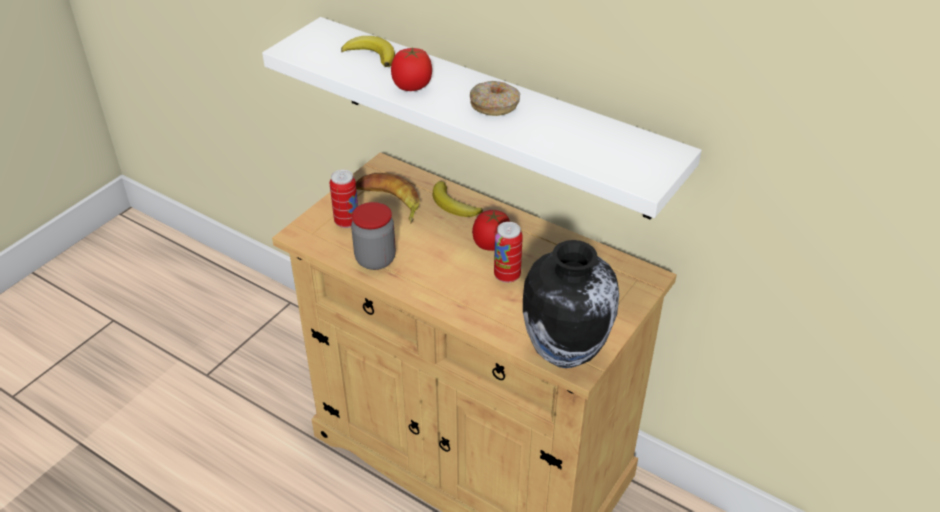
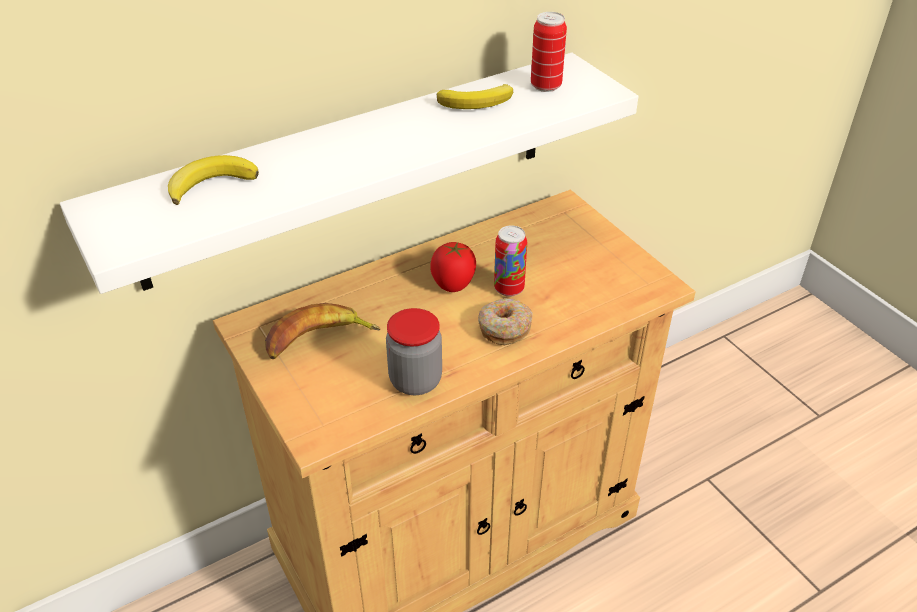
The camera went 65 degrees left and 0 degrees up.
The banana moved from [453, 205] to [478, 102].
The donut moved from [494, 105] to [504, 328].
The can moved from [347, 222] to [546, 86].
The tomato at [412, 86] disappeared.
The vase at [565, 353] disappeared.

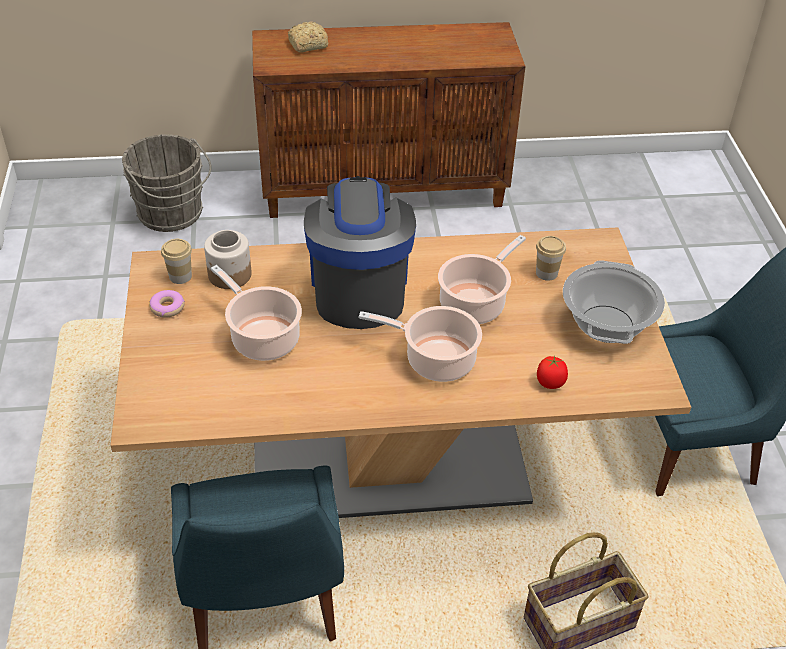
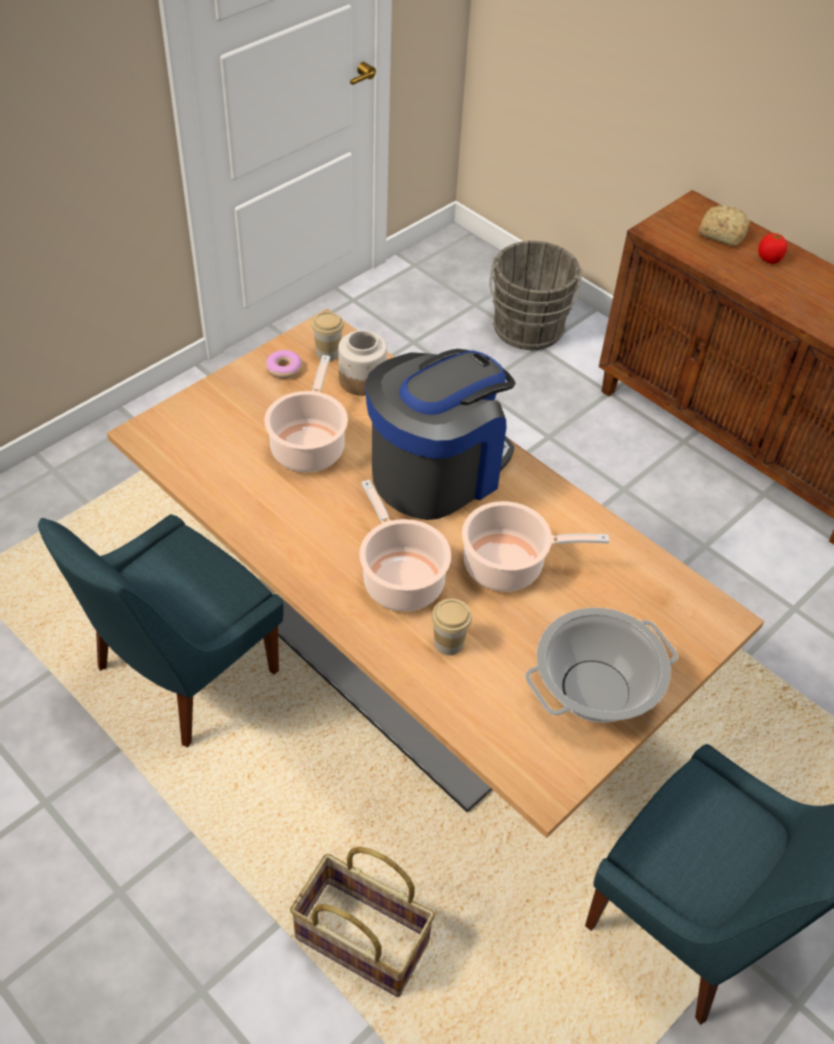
The camera went 50 degrees right and 5 degrees up.
The small cup moved from [546, 273] to [448, 643].
The tomato moved from [550, 383] to [769, 259].

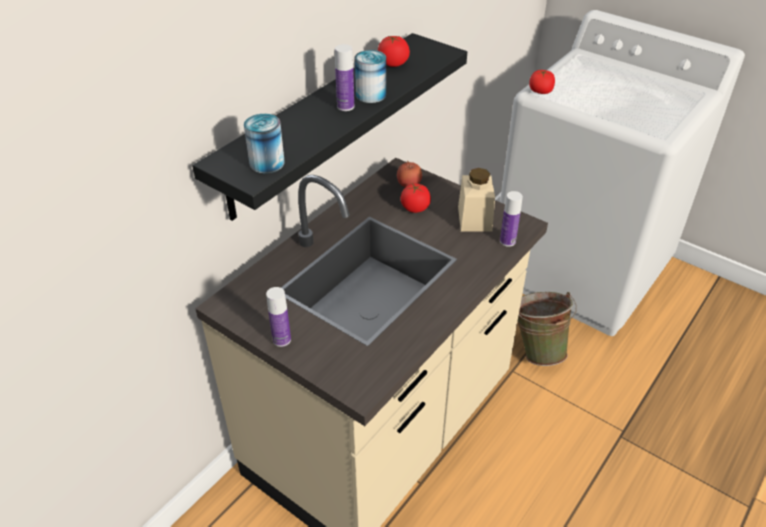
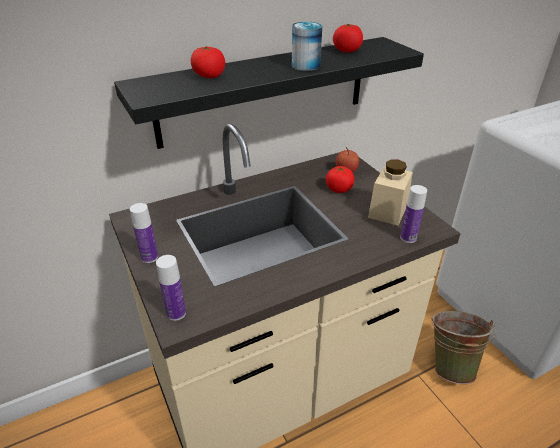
The camera went 25 degrees right and 5 degrees down.
The bottle moved from [345, 106] to [176, 313].
The tomato moved from [540, 91] to [209, 76].
The can at [267, 163] disappeared.

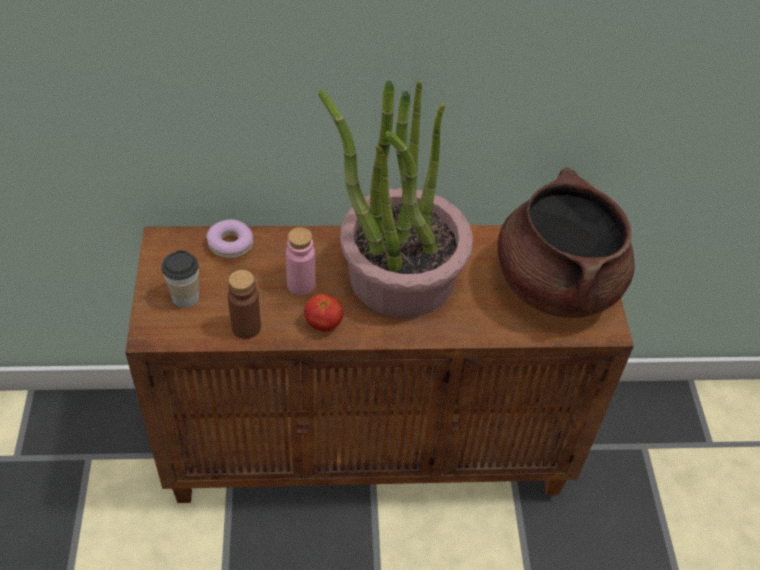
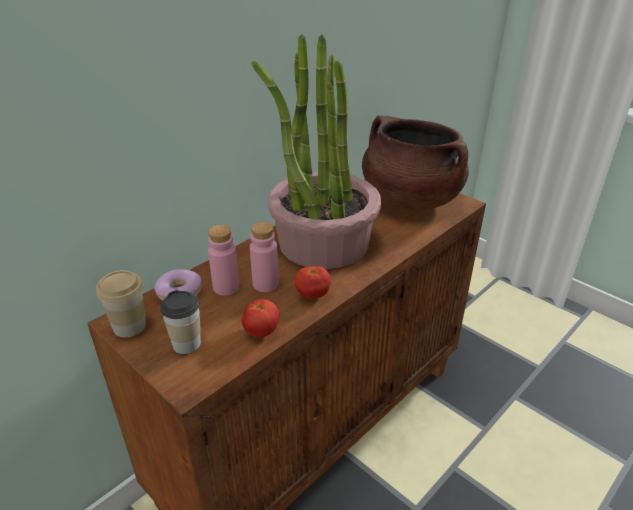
The camera went 40 degrees left and 15 degrees down.
The small cup at [129, 326] appeared.
The pink bottle at [226, 287] appeared.
The brown bottle at [246, 327] was replaced by the tomato at [261, 331].

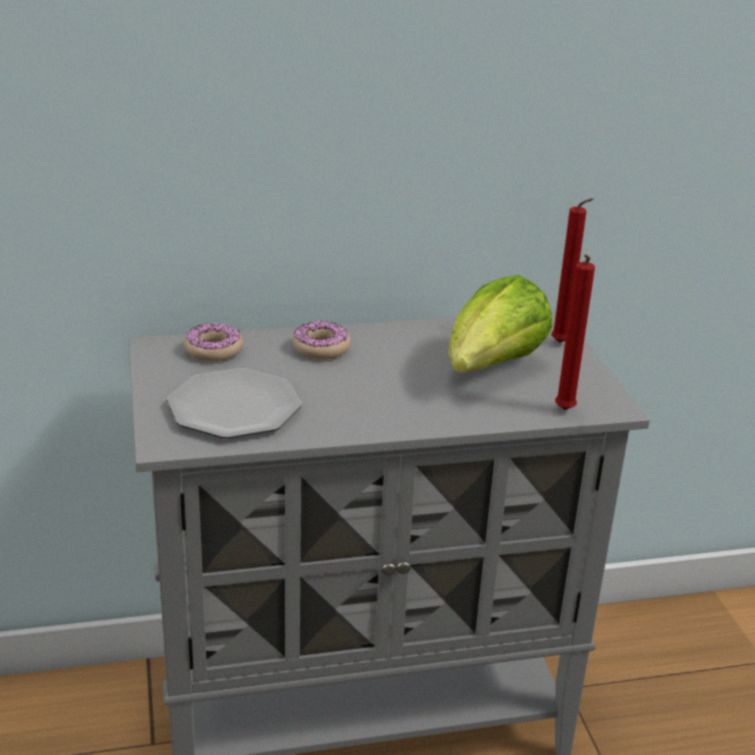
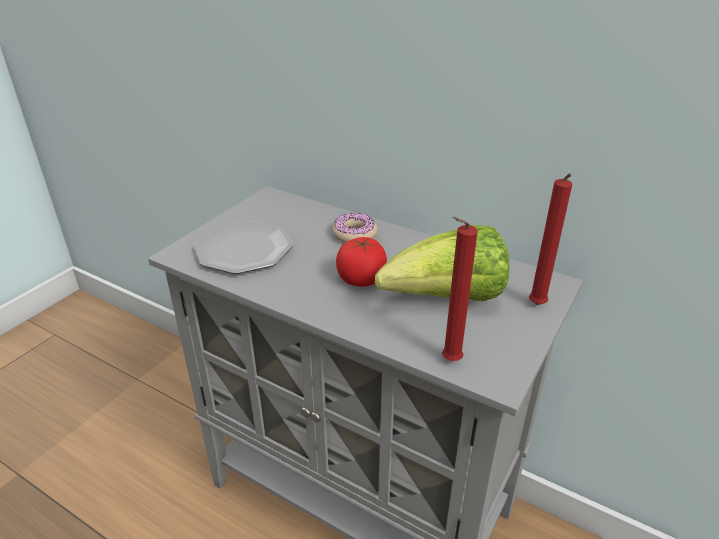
The camera went 45 degrees right and 5 degrees up.
The tomato at [361, 279] appeared.
The donut at [213, 350] disappeared.

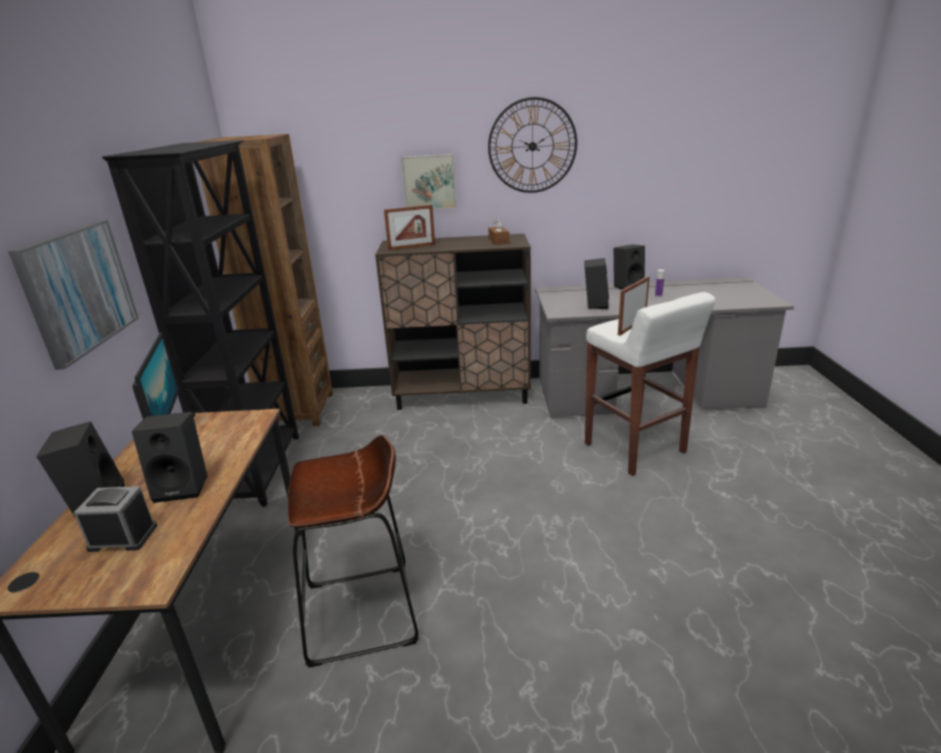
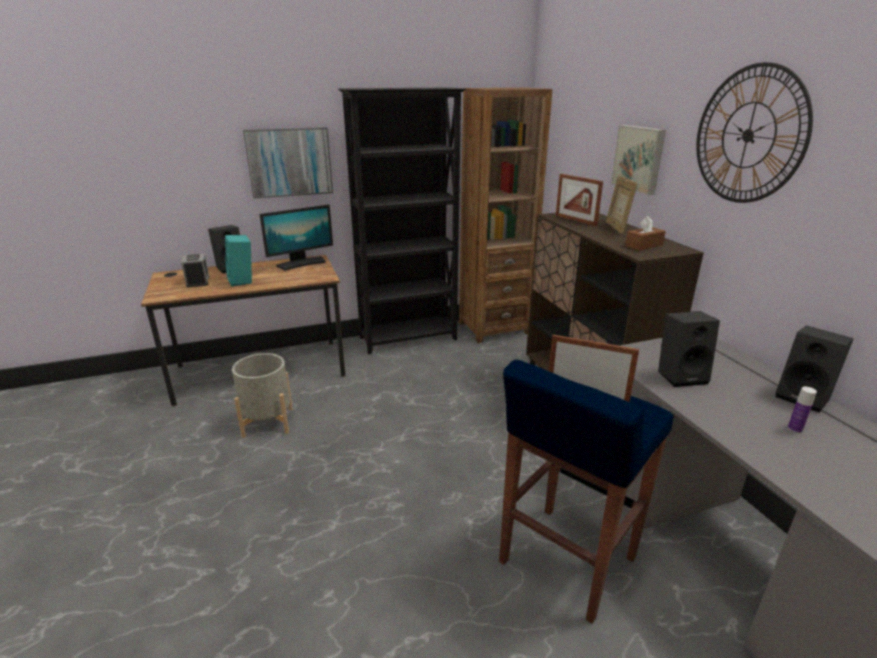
The camera went 70 degrees right and 0 degrees up.
The black-coloured audio speaker at [184, 486] became the turquoise audio speaker at [243, 281].
The brown stool at [361, 613] was replaced by the grey planter at [268, 422].
The whitish stool at [635, 449] became the blue-coloured stool at [565, 561].
The photo frame at [616, 228] appeared.

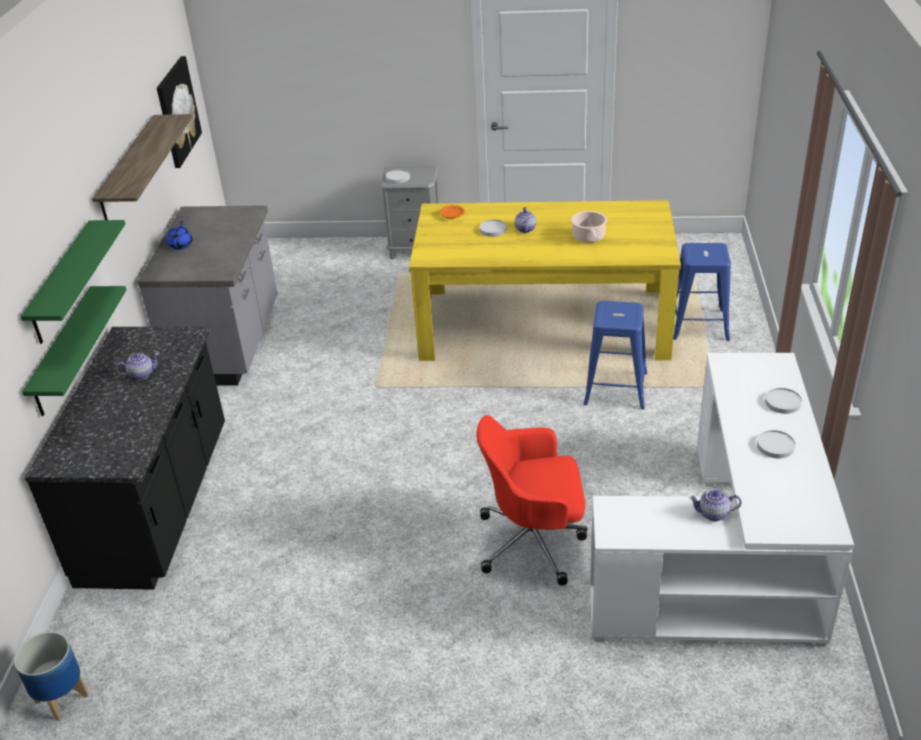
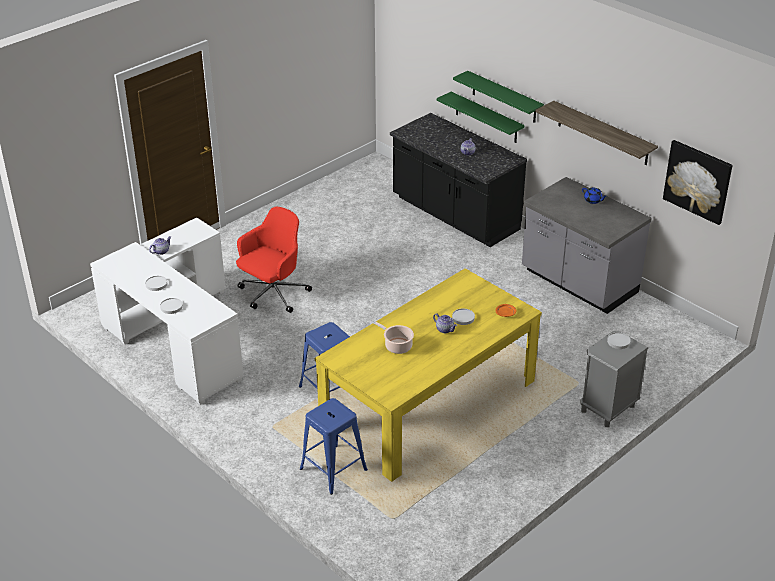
The camera went 130 degrees right and 0 degrees up.
The planter at [61, 699] disappeared.

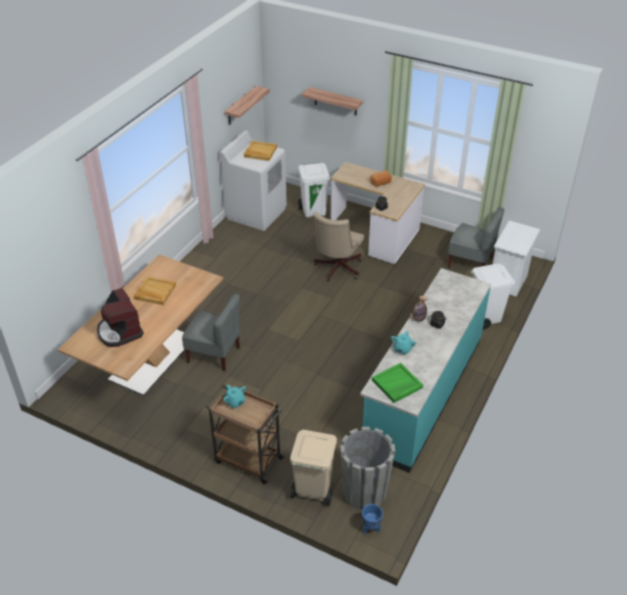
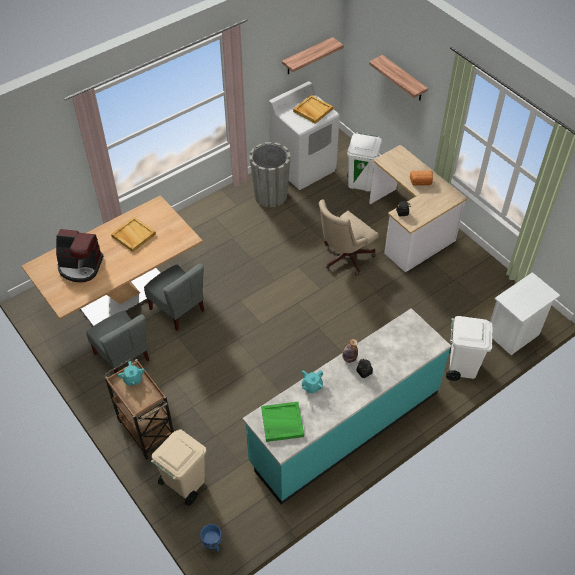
The camera went 25 degrees right and 10 degrees up.
The coffee maker at [119, 331] turned 75 degrees counterclockwise.
The grey upright chair moved from [470, 262] to [123, 357].
The grey planter moved from [364, 492] to [270, 195].

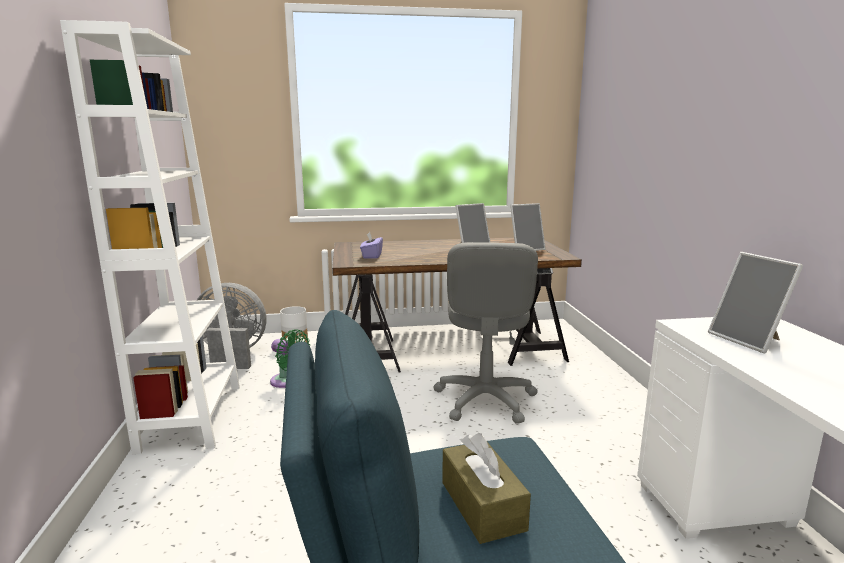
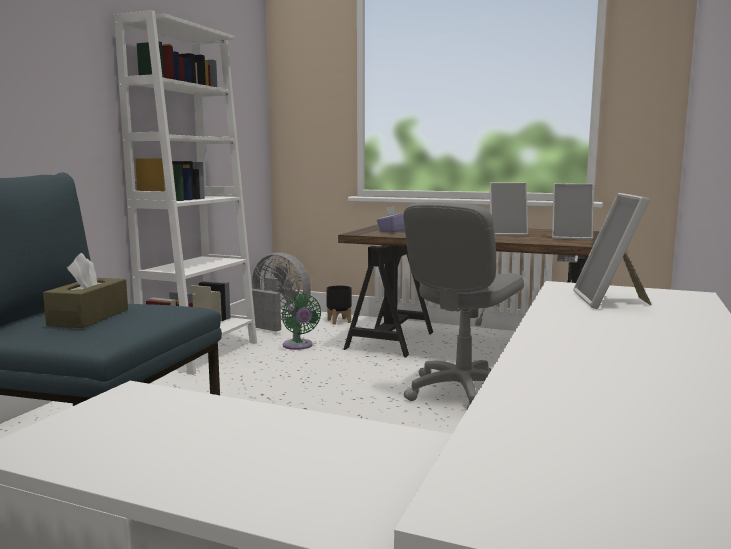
The camera went 30 degrees right and 5 degrees down.
The whitish planter at [295, 342] became the black-coloured planter at [339, 321].

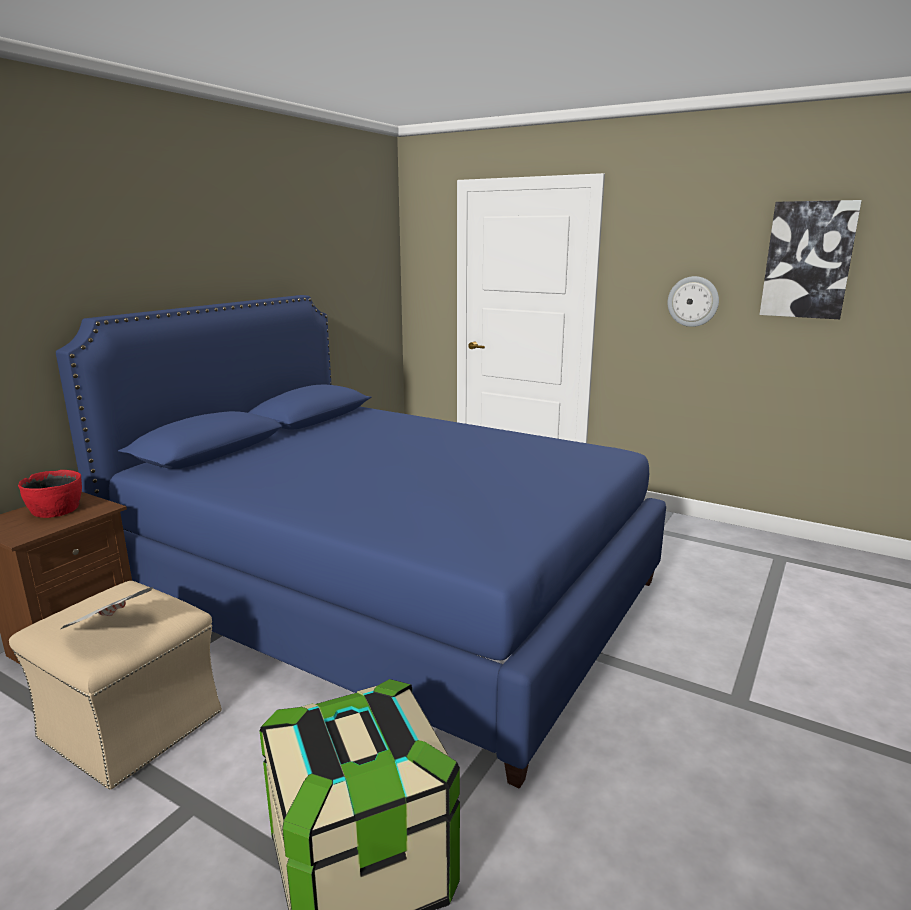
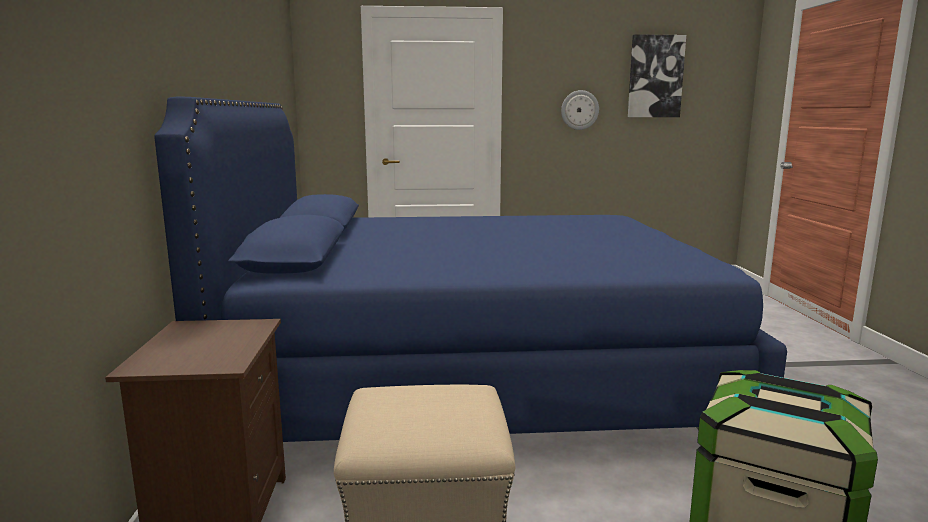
The camera went 35 degrees left and 5 degrees down.
The reddish serving bowl at [57, 510] disappeared.
The daily paper at [111, 629] disappeared.

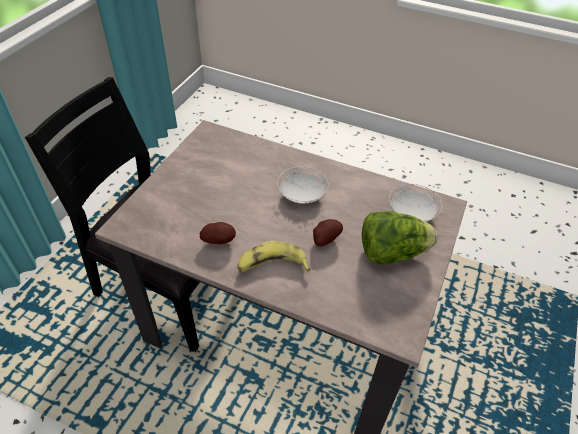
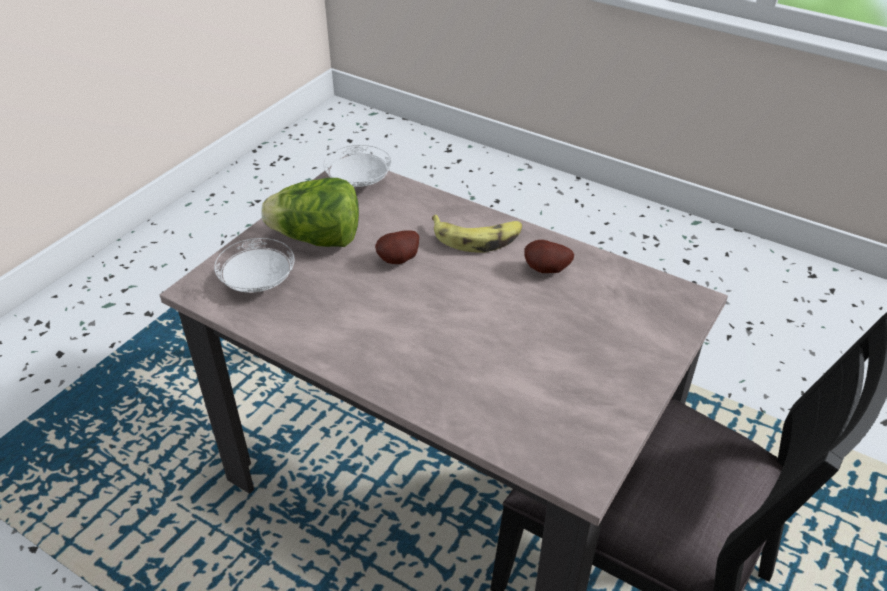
The camera went 170 degrees left and 5 degrees down.
The whitish dinner plate moved from [302, 195] to [359, 181].

